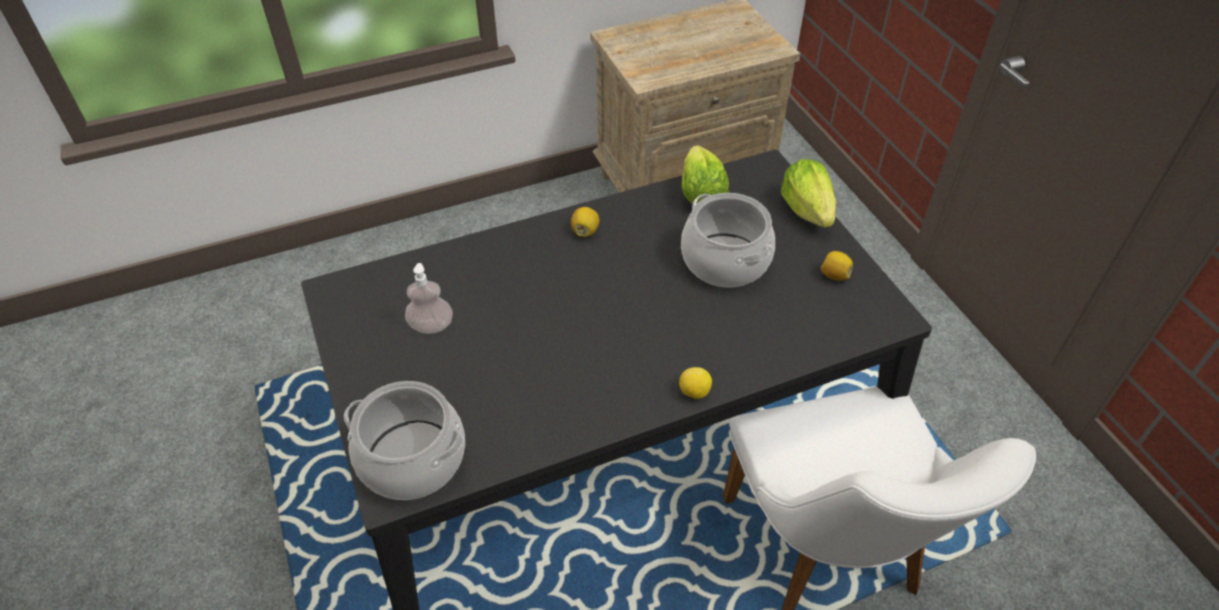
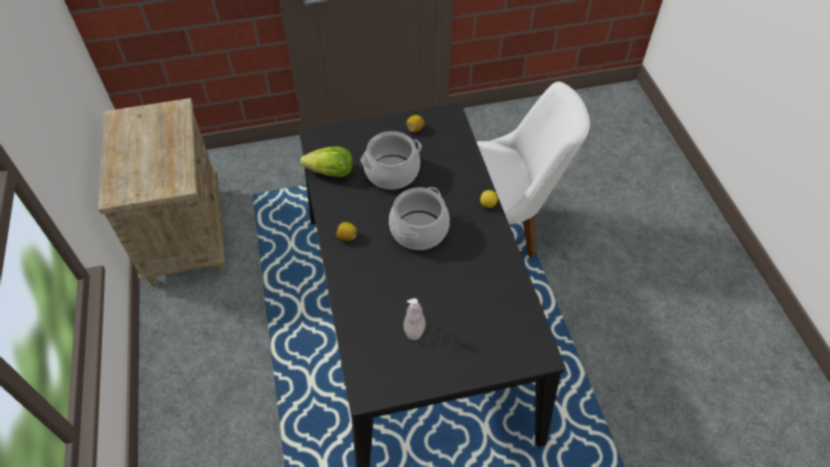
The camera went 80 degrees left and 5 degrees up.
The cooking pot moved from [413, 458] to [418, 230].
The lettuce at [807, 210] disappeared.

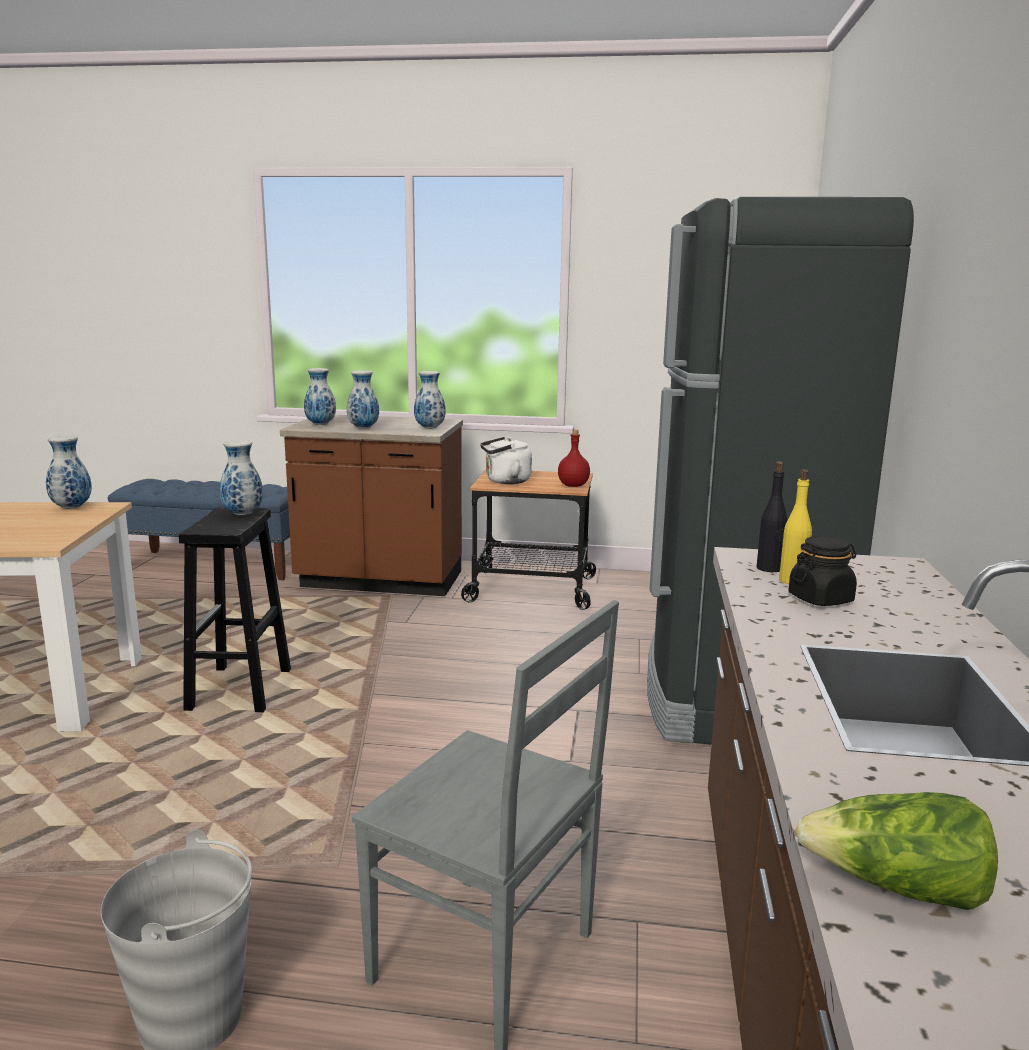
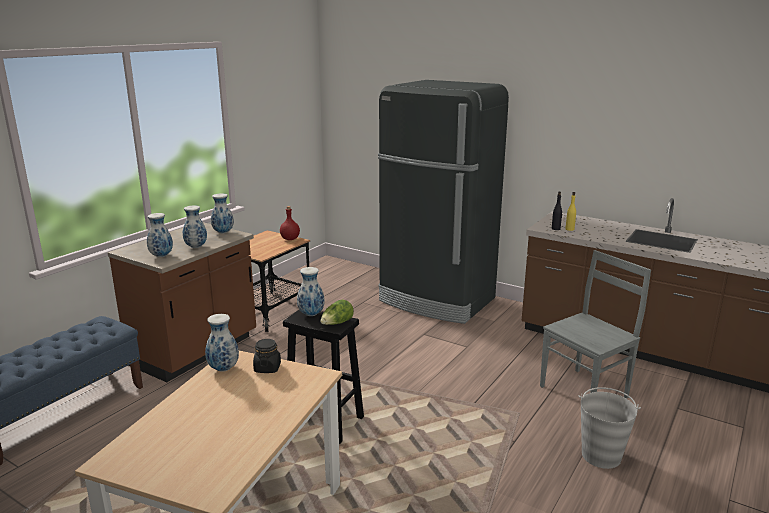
The camera went 65 degrees left and 5 degrees up.
The black-coloured preserve jar moved from [820, 599] to [267, 368].
The lettuce moved from [897, 889] to [337, 323].
The whitish kettle at [505, 481] disappeared.

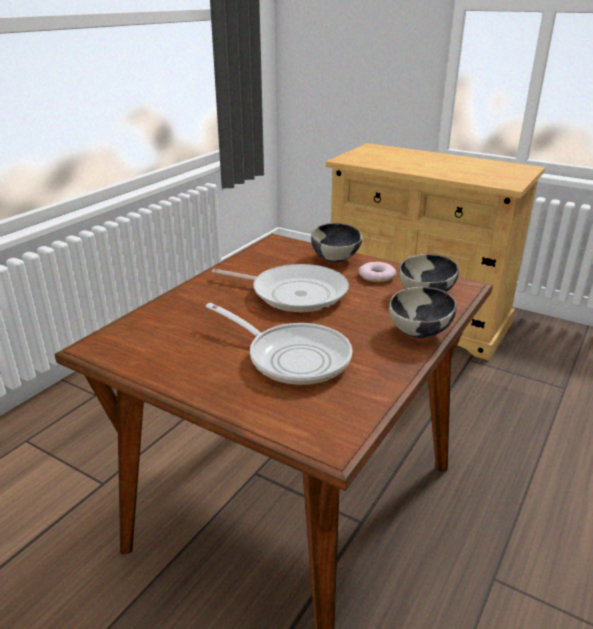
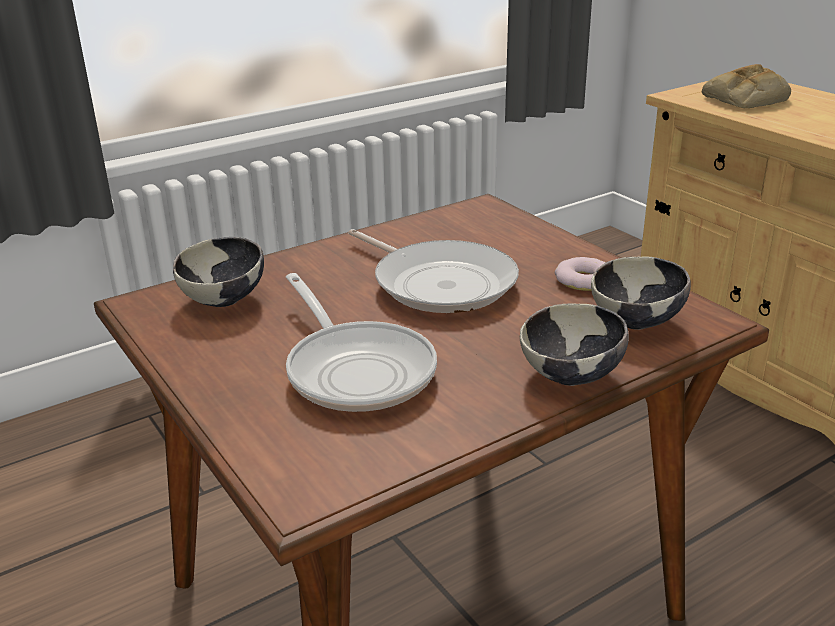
The camera went 25 degrees right and 0 degrees up.
The serving bowl moved from [335, 258] to [224, 299].
The baked bread at [745, 99] appeared.

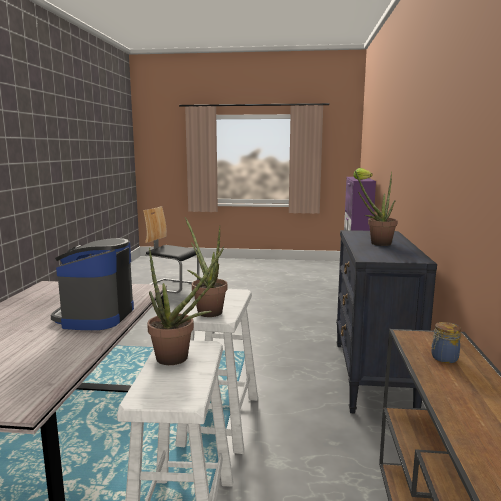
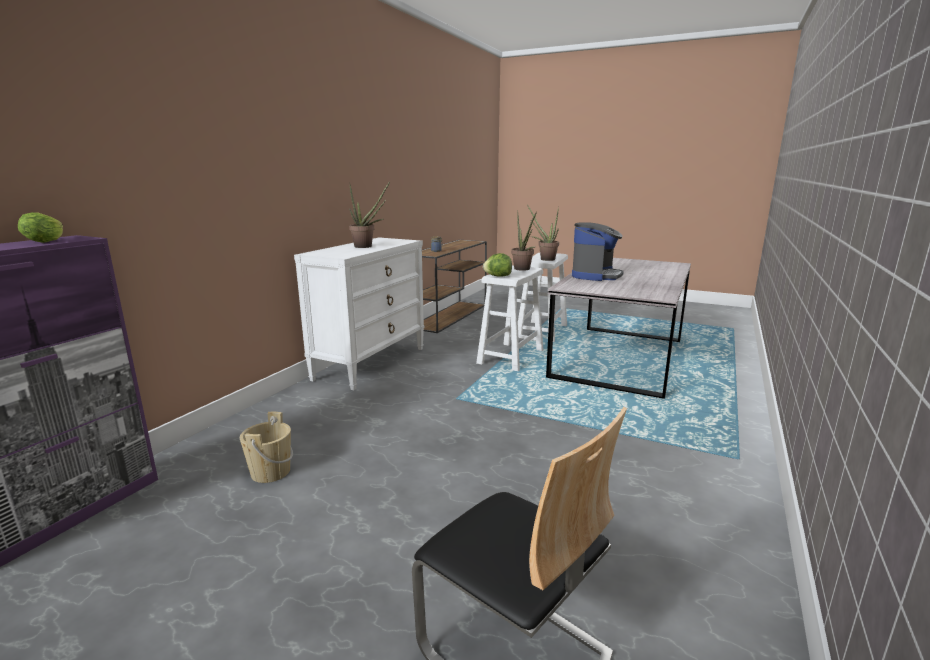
The camera went 160 degrees left and 5 degrees up.
The beige water bucket at [270, 472] appeared.
The black-coloured chest of drawers at [372, 376] became the whitish chest of drawers at [370, 363].
The lettuce at [498, 276] appeared.

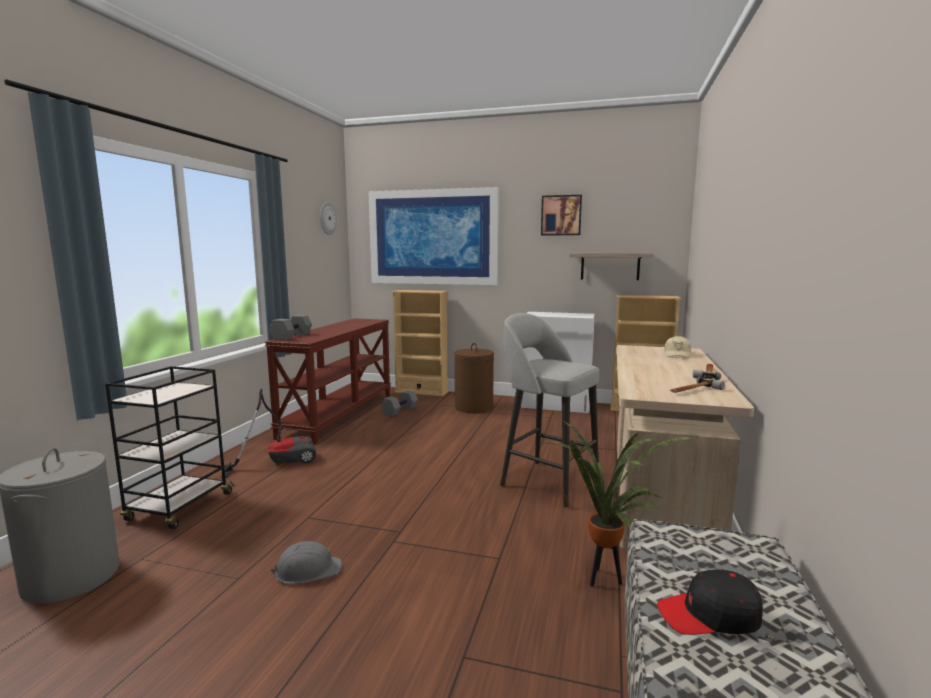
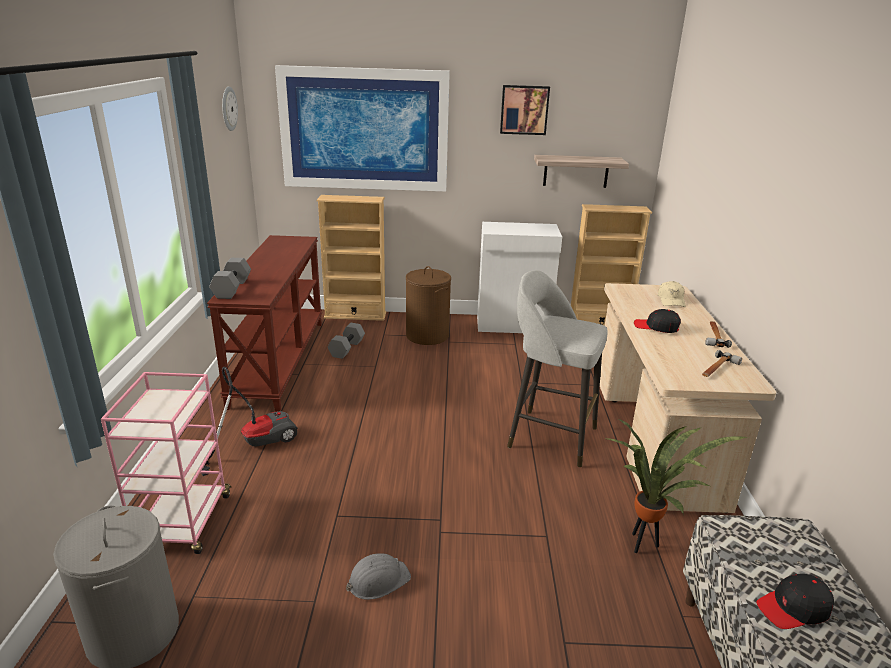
The camera went 15 degrees left and 15 degrees up.
The black-coloured cart at [179, 507] became the pink cart at [184, 524].
The black-coloured peaked cap at [656, 327] appeared.

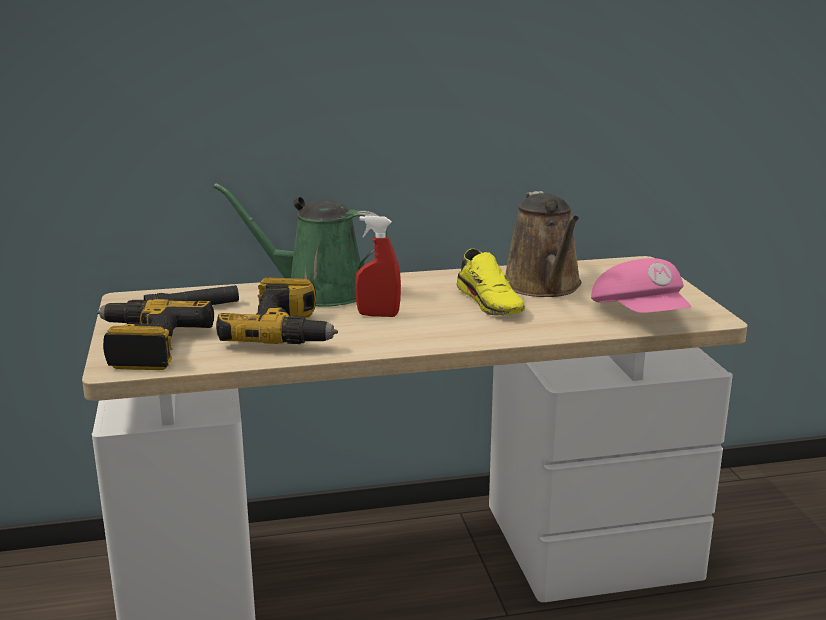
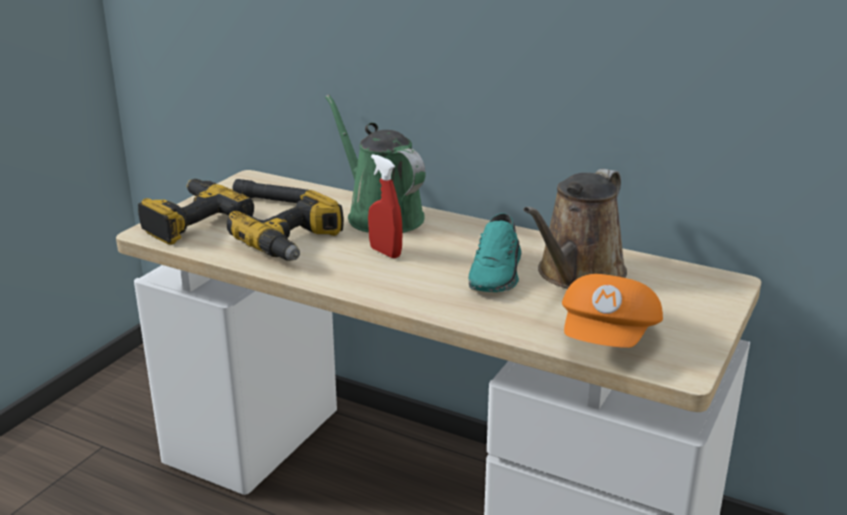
The camera went 40 degrees right and 5 degrees up.
The yellowish shoe at [491, 302] became the turquoise shoe at [497, 274].
The pink peaked cap at [641, 316] became the orangey peaked cap at [609, 339].

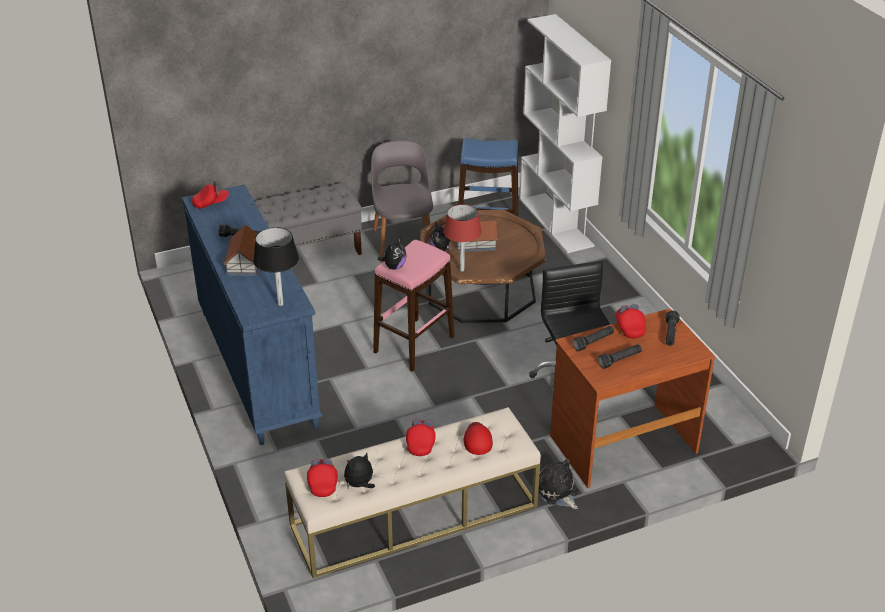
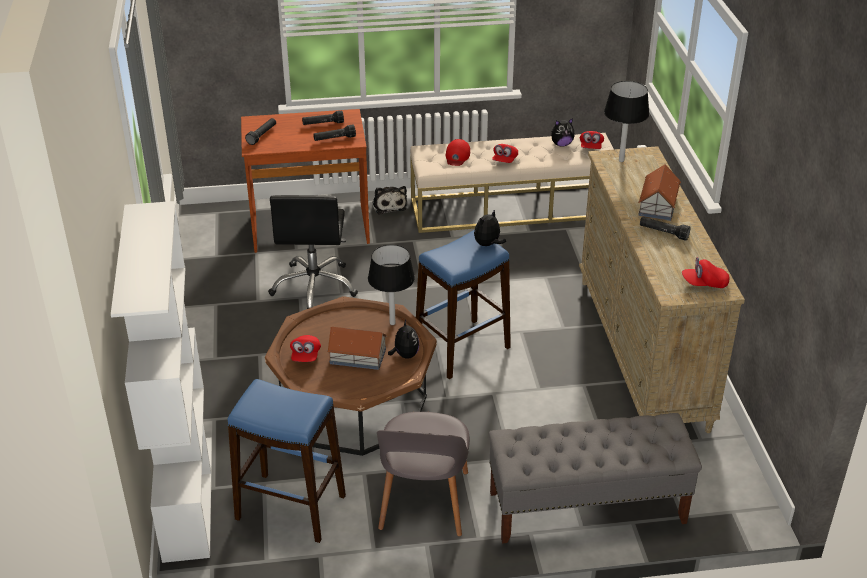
The camera went 165 degrees left and 0 degrees up.
The reddish peaked cap moved from [629, 328] to [305, 356].
The reddish tabletop lamp at [462, 270] became the black-coloured tabletop lamp at [392, 323].
The pink stool at [414, 344] became the blue-coloured stool at [462, 349].
The blue-coloured chest of drawers at [257, 367] became the beige chest of drawers at [641, 352].

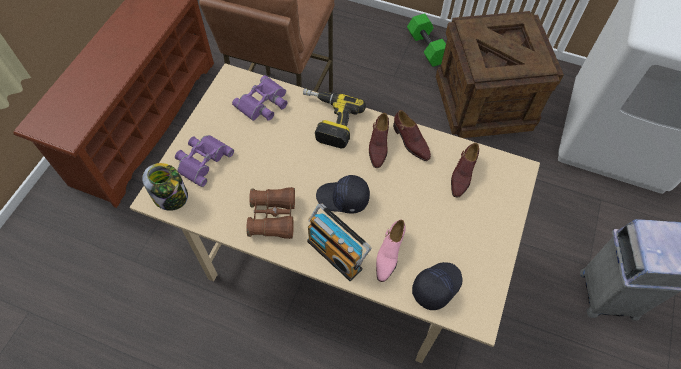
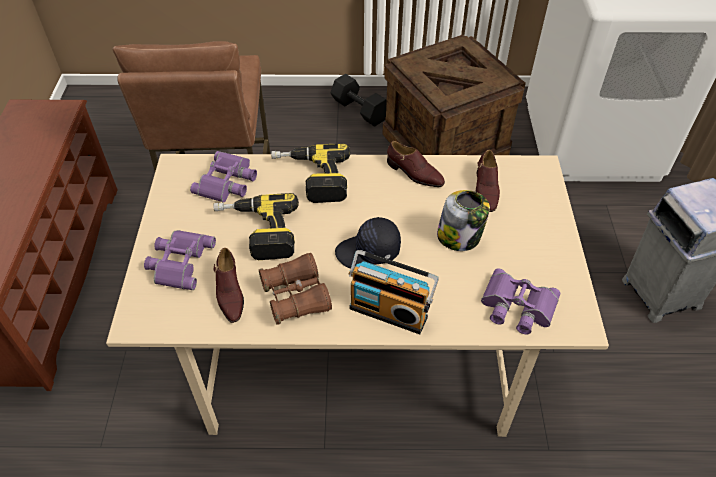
The camera went 20 degrees left and 10 degrees down.
The power drill at [256, 232] appeared.
The brown shoe moved from [378, 146] to [229, 293].
The green dumbbell at [428, 48] became the black-coloured dumbbell at [360, 110].
The preserve jar moved from [171, 197] to [459, 237].
The black-coloured peaked cap at [436, 286] was replaced by the purple-coloured binoculars at [516, 307].
The pink shoe at [389, 254] disappeared.

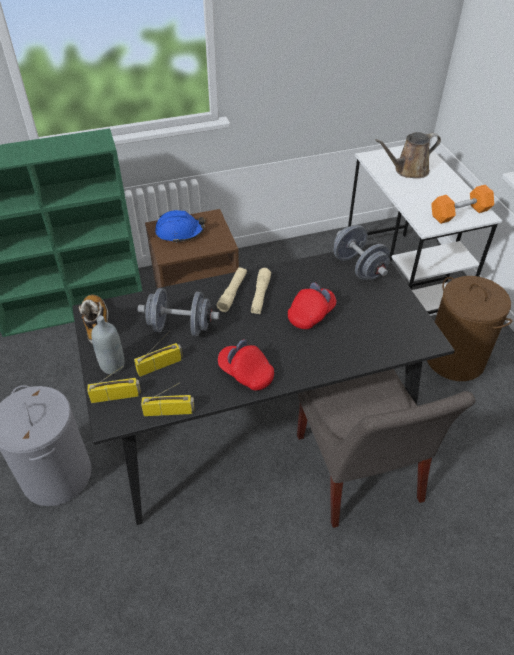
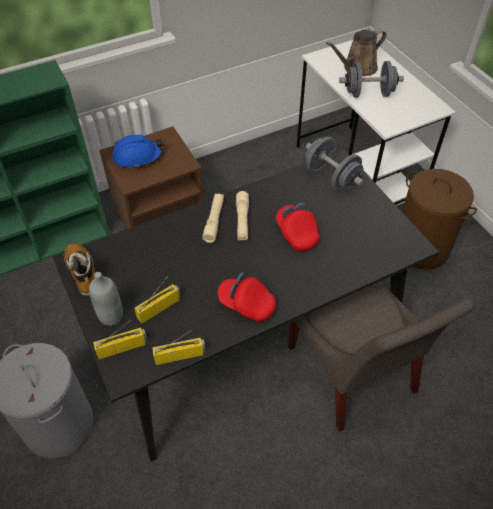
The camera went 10 degrees left and 5 degrees up.
The reddish peaked cap at [311, 314] turned 60 degrees counterclockwise.
The grey dumbbell moved from [180, 327] to [368, 93].
The orangey dumbbell at [460, 213] disappeared.

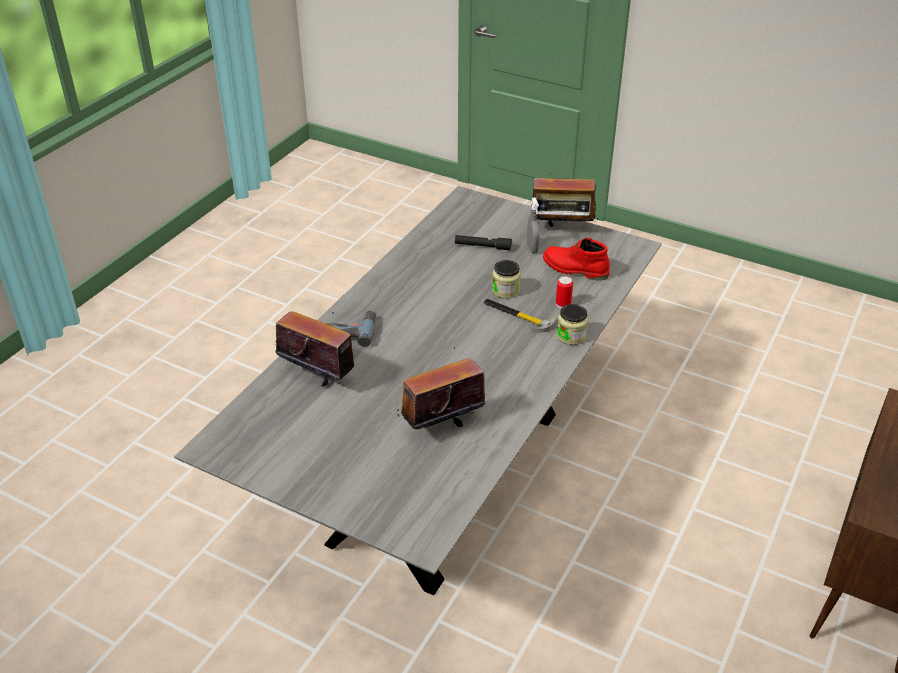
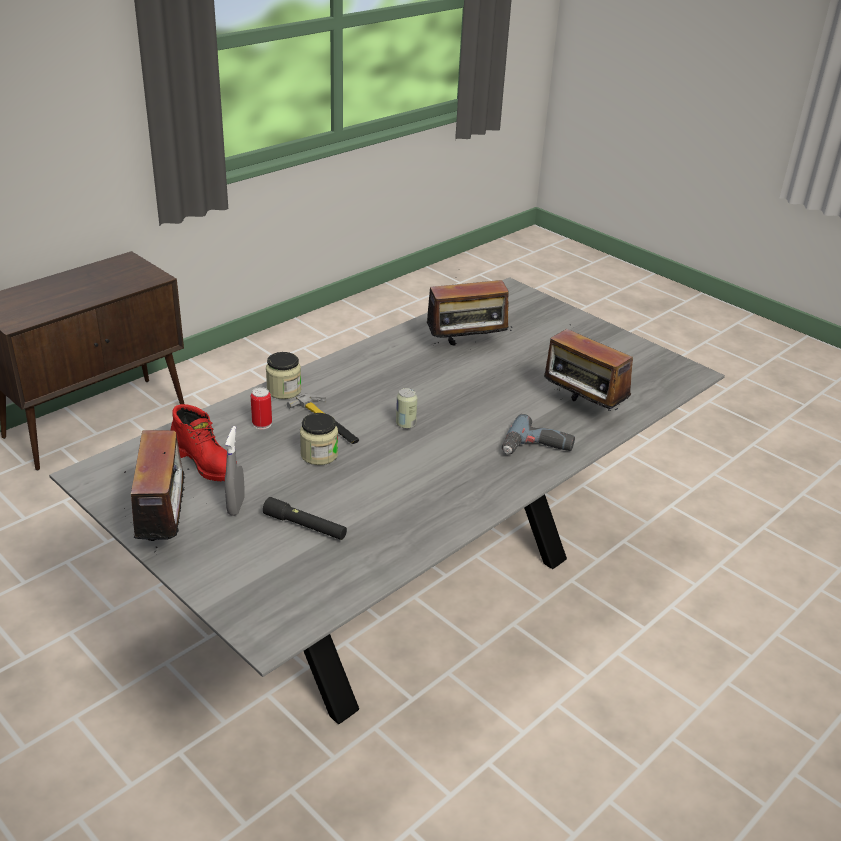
The camera went 165 degrees left and 5 degrees down.
The radio set at [561, 230] turned 60 degrees clockwise.
The can at [406, 424] appeared.

